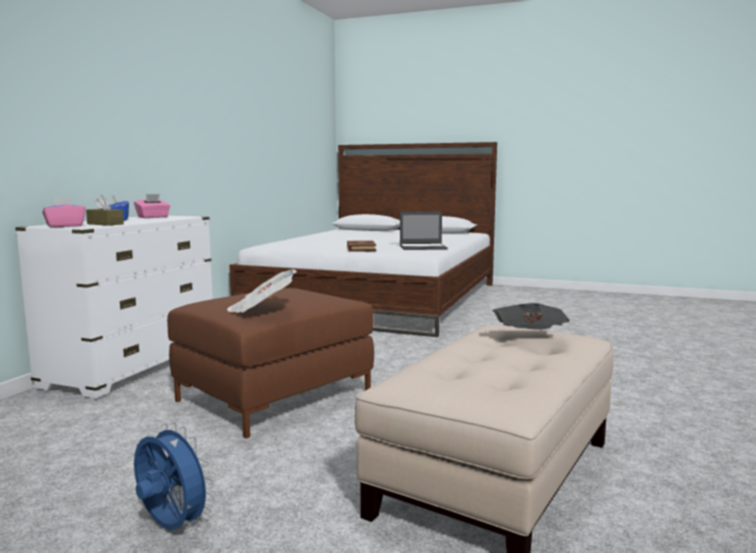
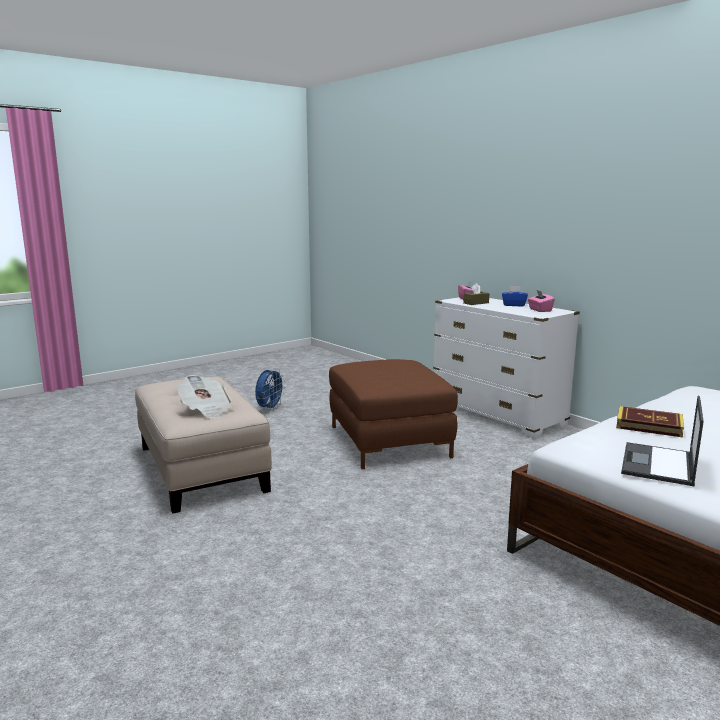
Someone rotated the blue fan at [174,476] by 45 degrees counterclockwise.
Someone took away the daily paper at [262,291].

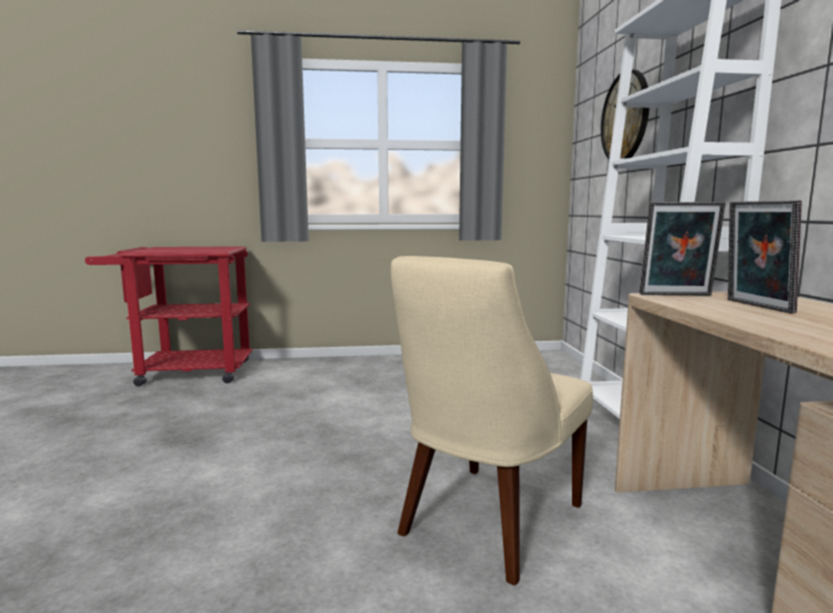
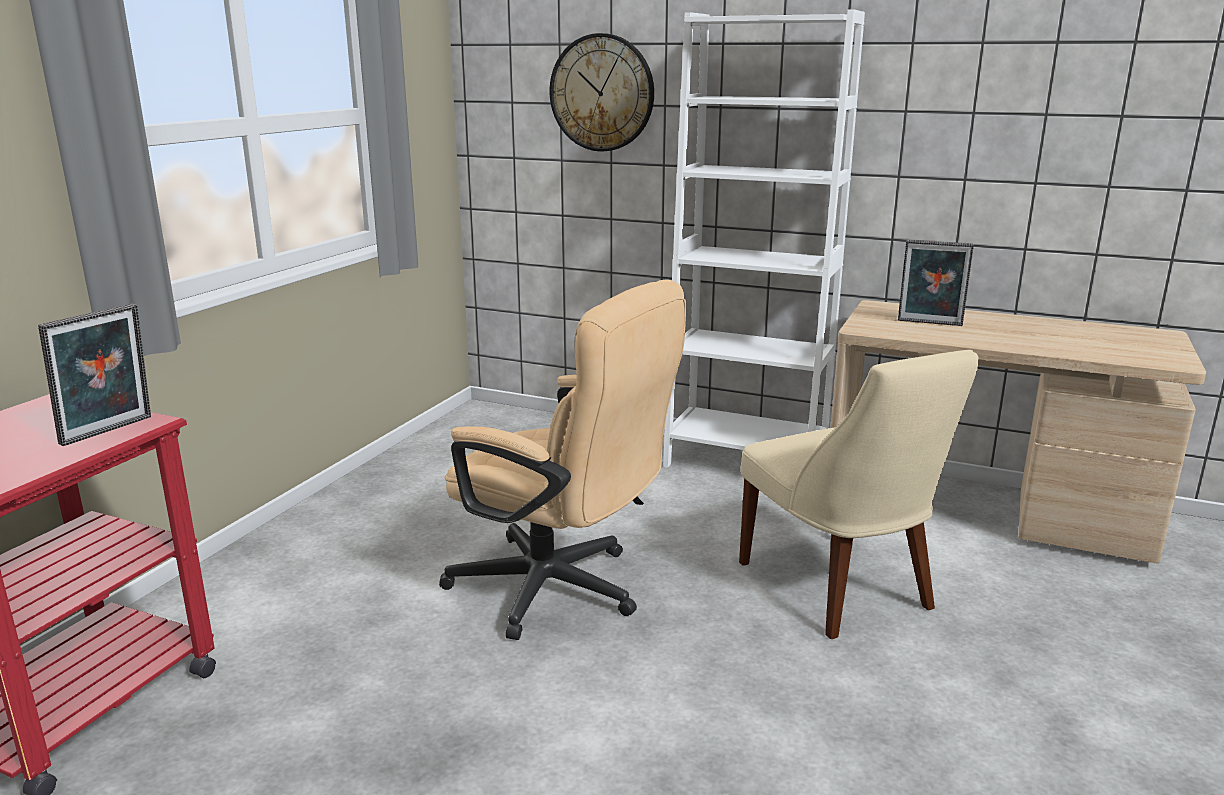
Someone carried the standing frame from [682,248] to [94,375].
Someone put down the beige-coloured office chair at [562,460].

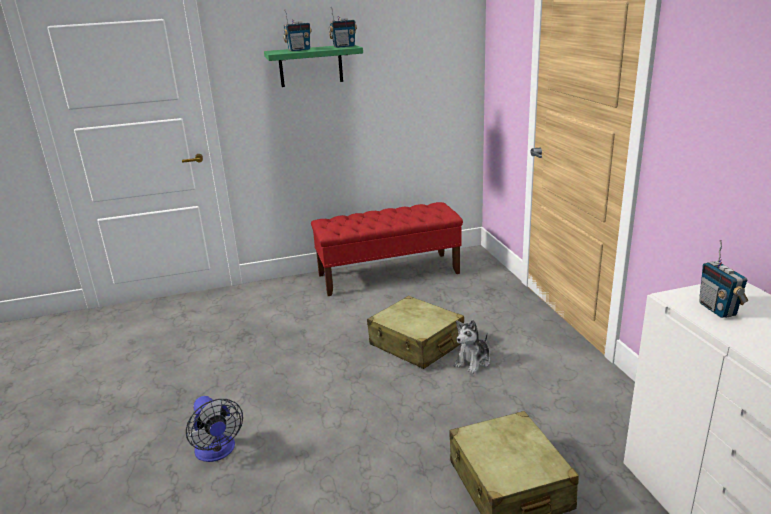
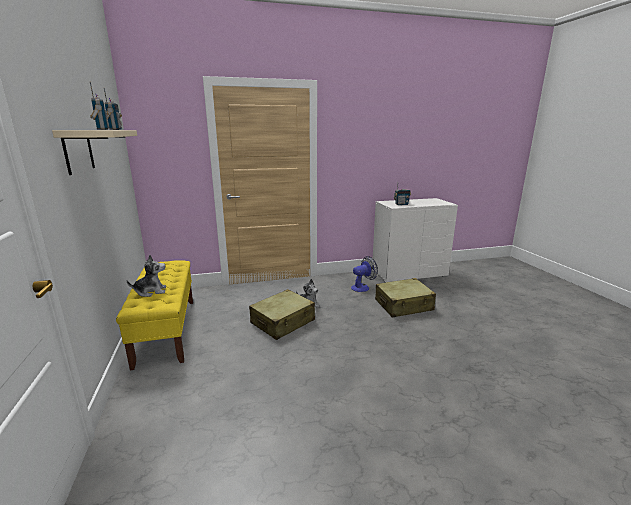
Someone carried the fan from [214,429] to [364,274].
Someone repainted the greenish bracket shelf at [313,66], which became the beige-coloured bracket shelf at [94,152].
Someone repainted the reddish indoor bench at [387,249], which became the yellow-coloured indoor bench at [154,315].
Someone put down the soft toy at [146,276].

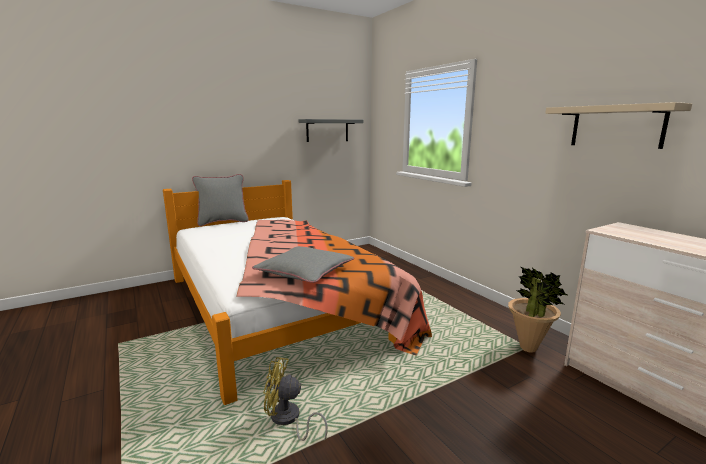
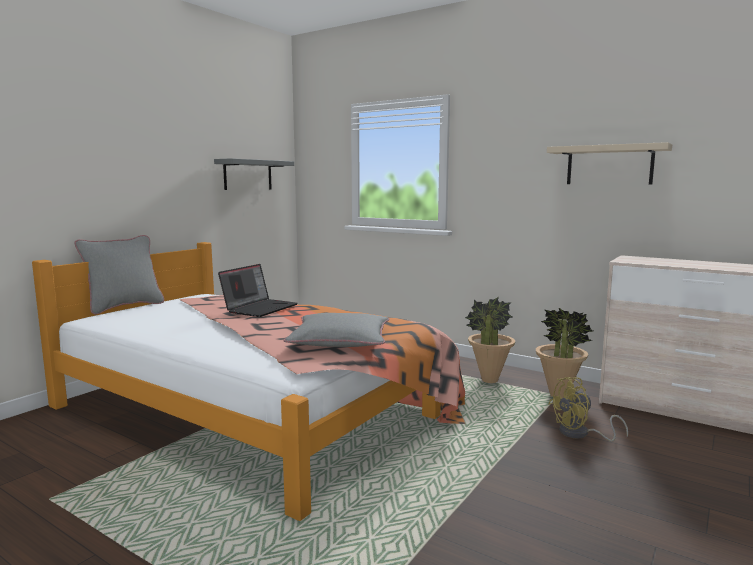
Someone carried the yellow-coloured fan from [295,399] to [588,409].
Someone put down the laptop at [258,290].
Someone put down the plant in a pot at [490,340].

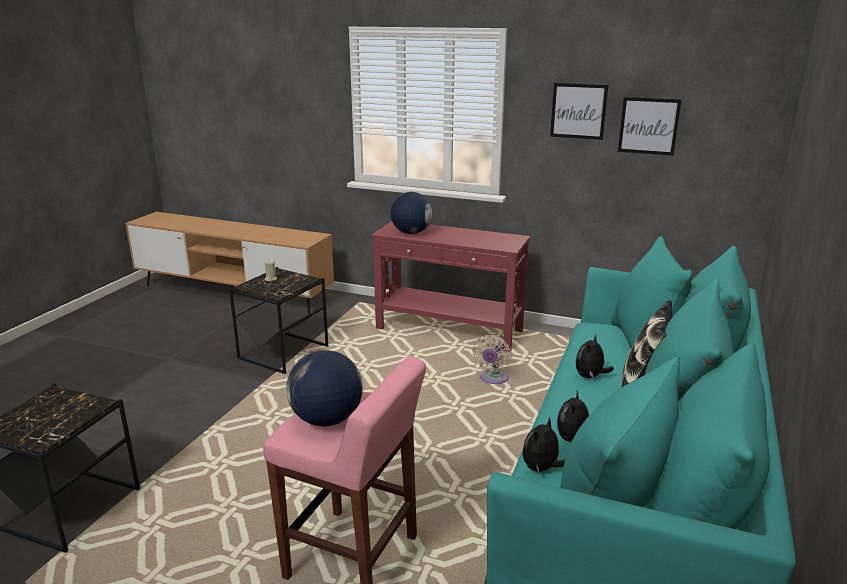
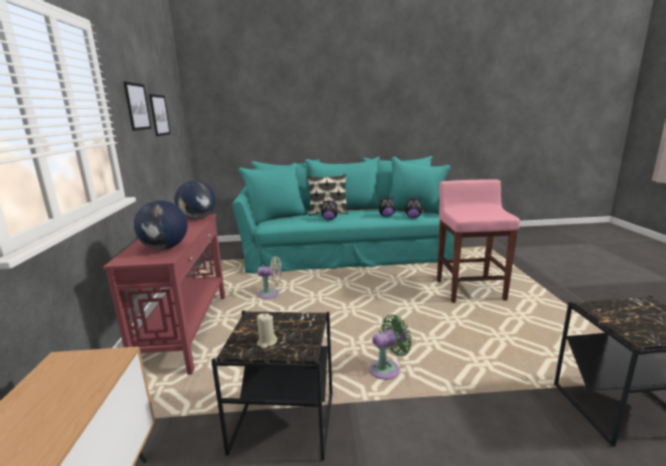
Someone carried the desk globe from [324,388] to [195,200].
Someone put down the greenish fan at [390,347].

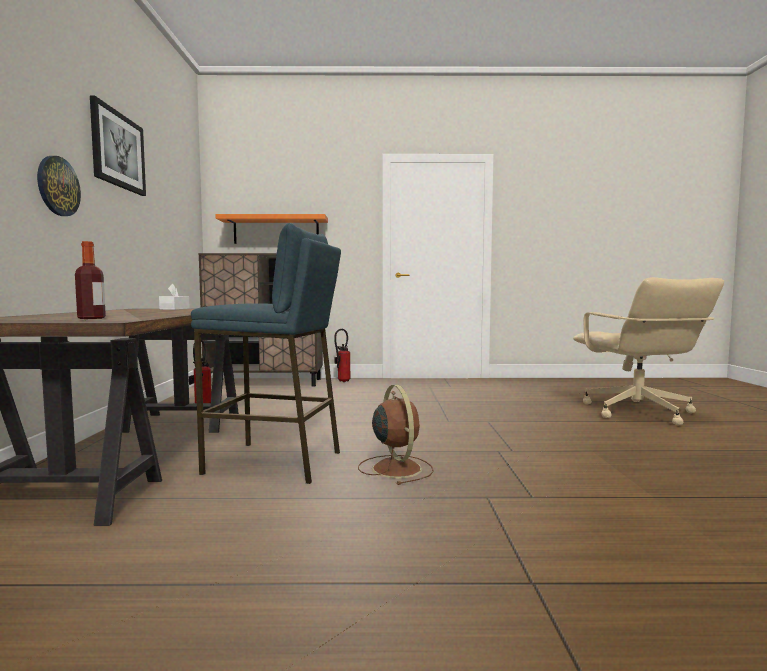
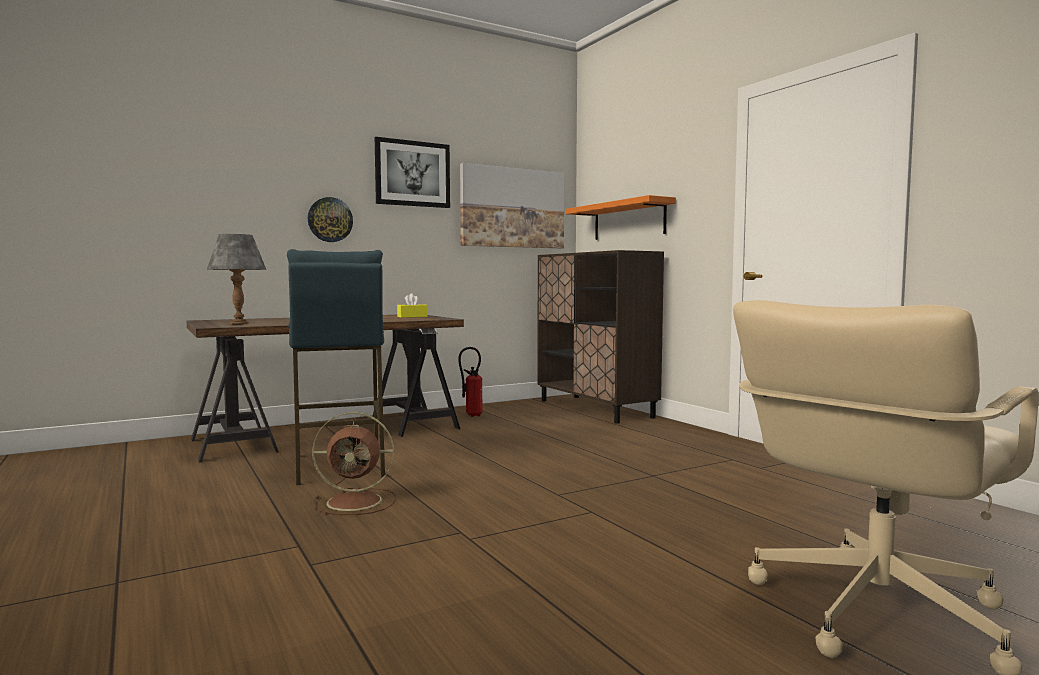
Someone swapped the drink bottle at [90,280] for the gray tabletop lamp at [236,279].
Someone repainted the white-coloured box of tissues at [174,297], which became the yellow-coloured box of tissues at [412,305].
Someone took away the extinguisher at [342,355].
Someone rotated the brownish fan at [396,435] by 45 degrees clockwise.
Someone put up the wall art at [512,205].

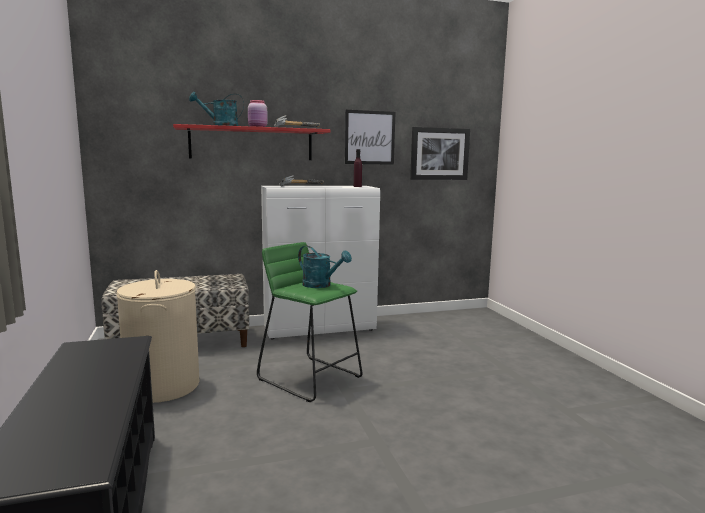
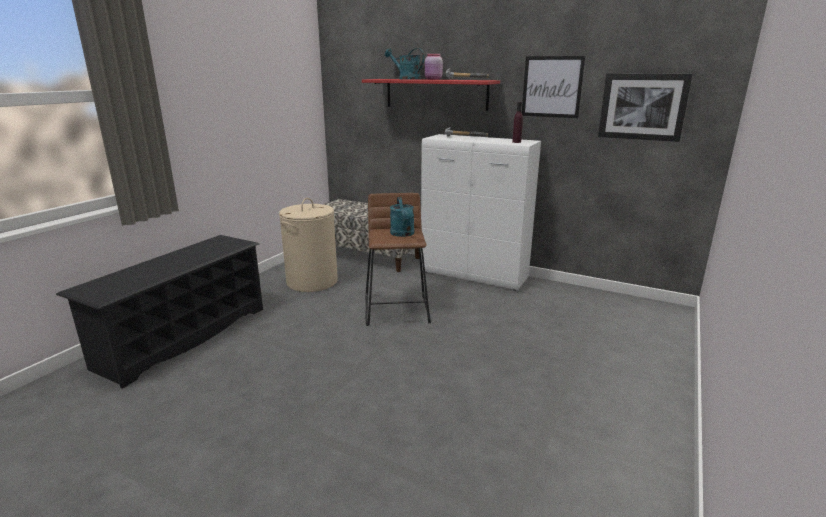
Someone repainted the greenish stool at [310,322], which became the brownish stool at [398,259].

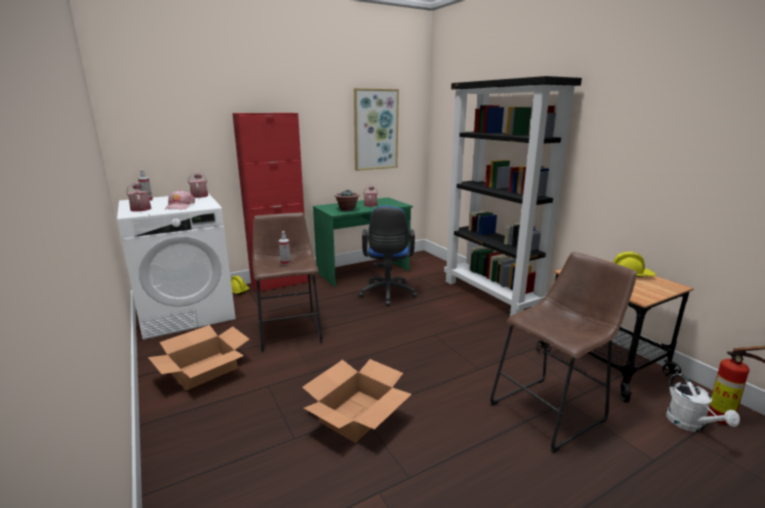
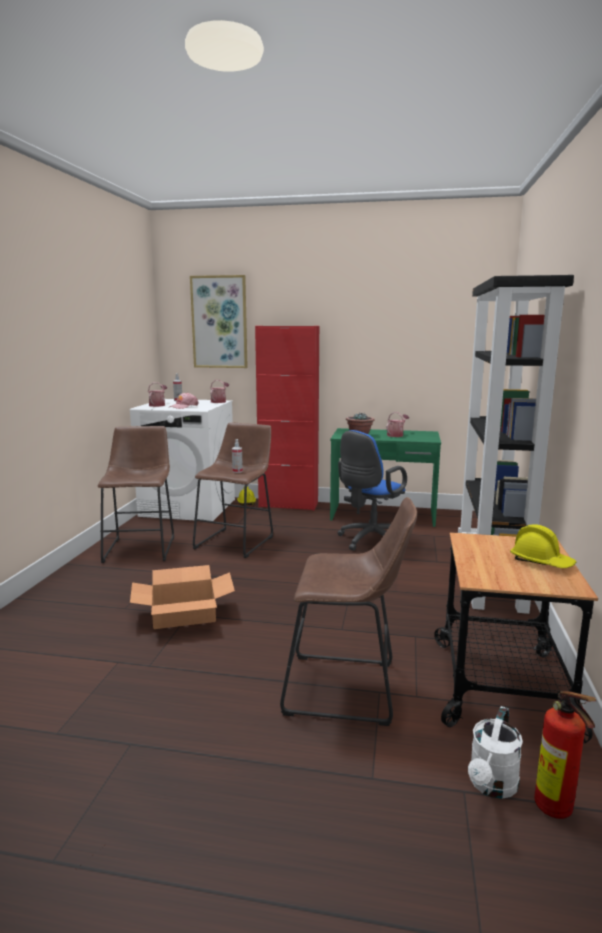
Someone swapped the cardboard box at [199,358] for the brownish stool at [136,494].
Someone carried the wall art from [376,129] to [219,321].

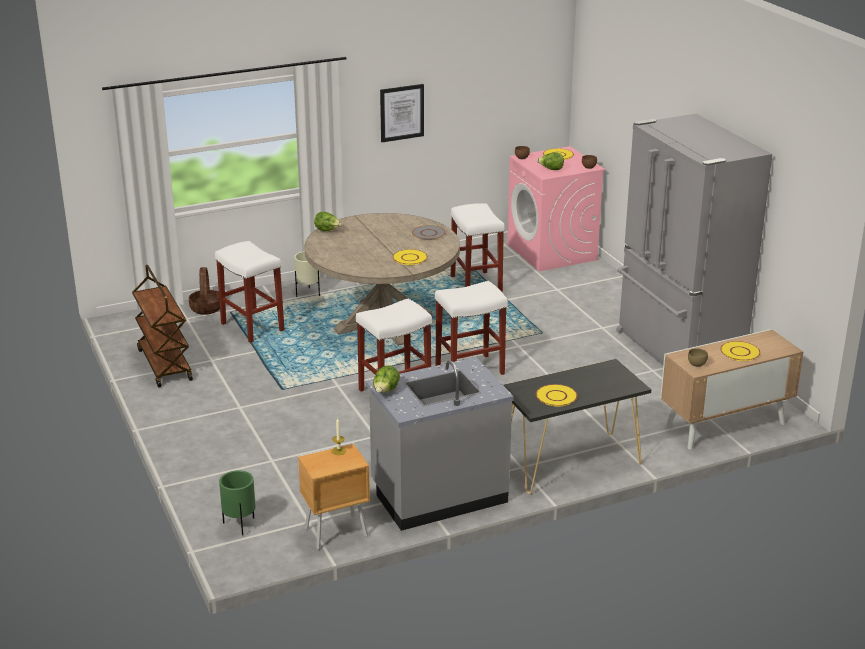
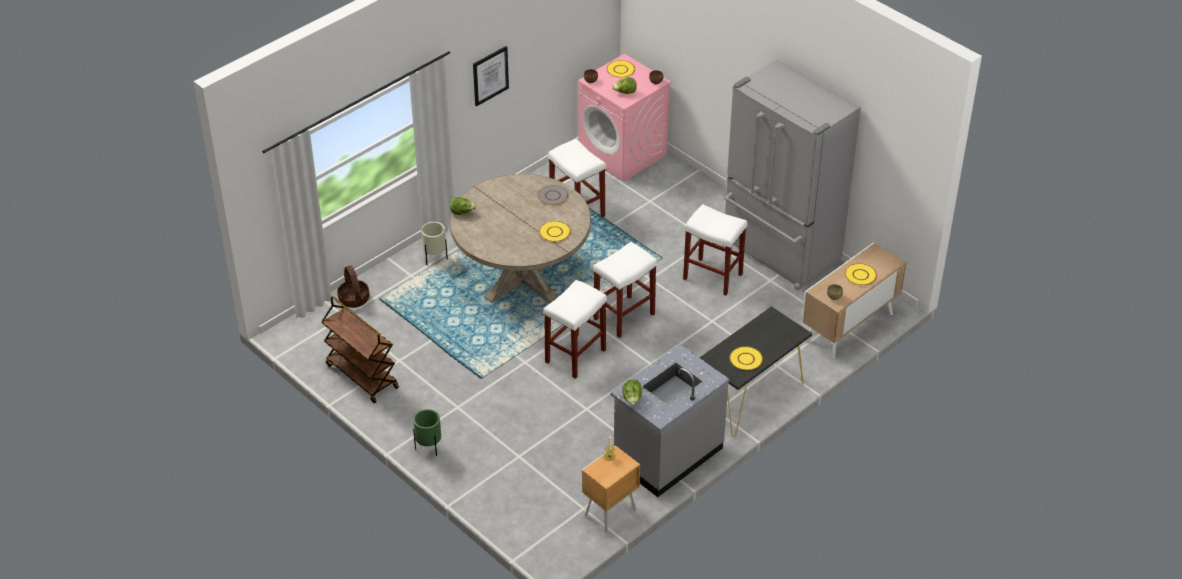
Someone carried the white-coloured stool from [250,292] to [715,250].
Someone carried the greenish planter from [237,502] to [427,432].

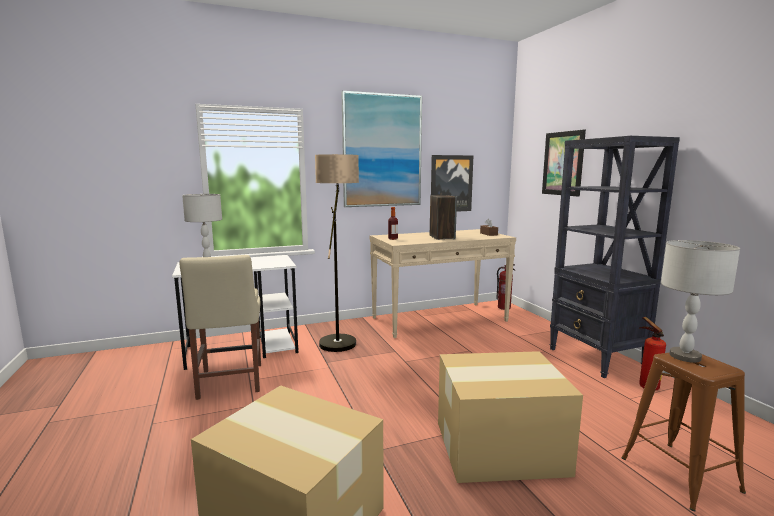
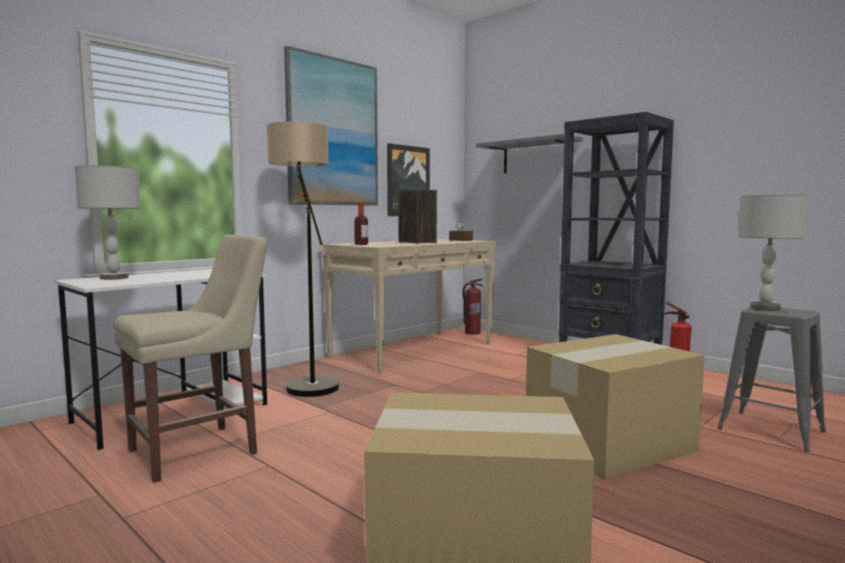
Someone rotated the beige-coloured upright chair at [220,327] by 90 degrees counterclockwise.
Someone swapped the wall art at [564,163] for the gray bracket shelf at [529,153].
Someone repainted the brownish stool at [683,431], which became the gray stool at [771,380].

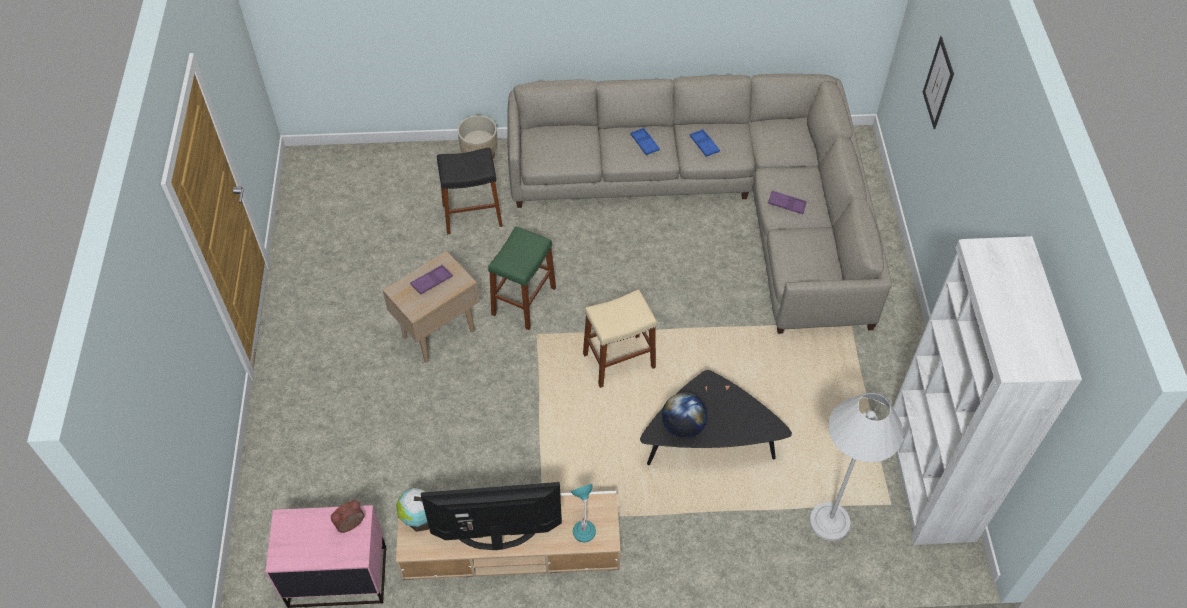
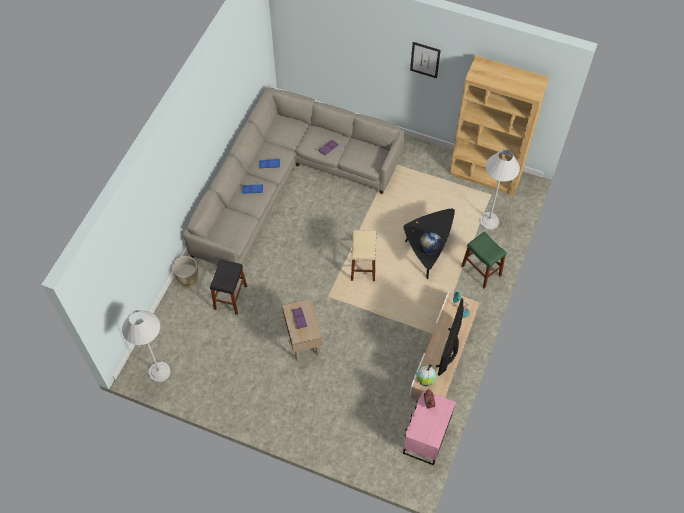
Someone carried the greenish stool from [522,278] to [484,260].
Someone repainted the white-coloured bookshelf at [987,390], which became the brownish bookshelf at [499,126].
Someone carried the wall art from [938,82] to [425,60].
Someone put down the white-coloured standard lamp at [146,346].

